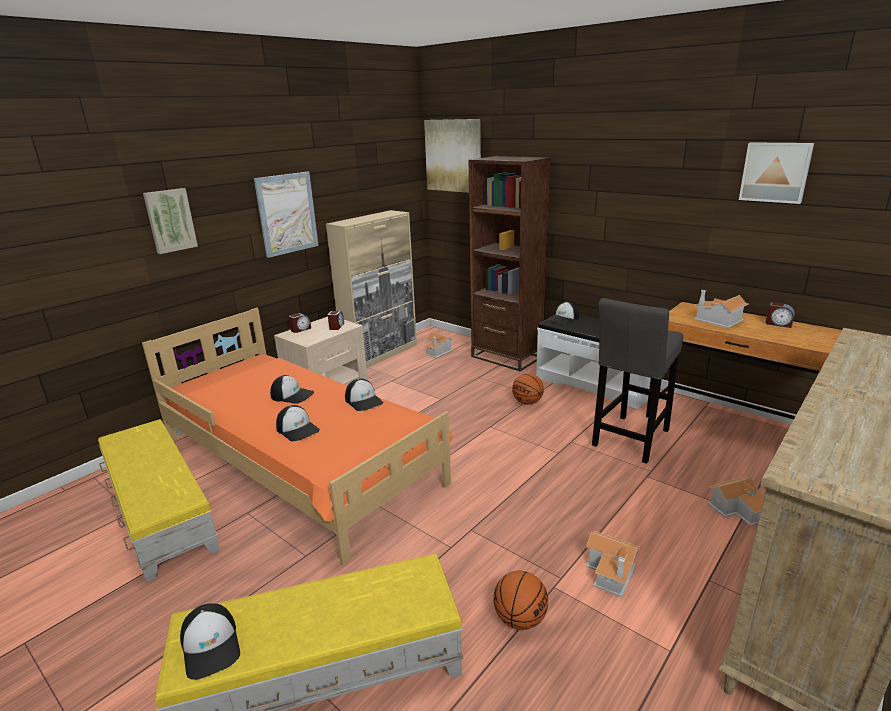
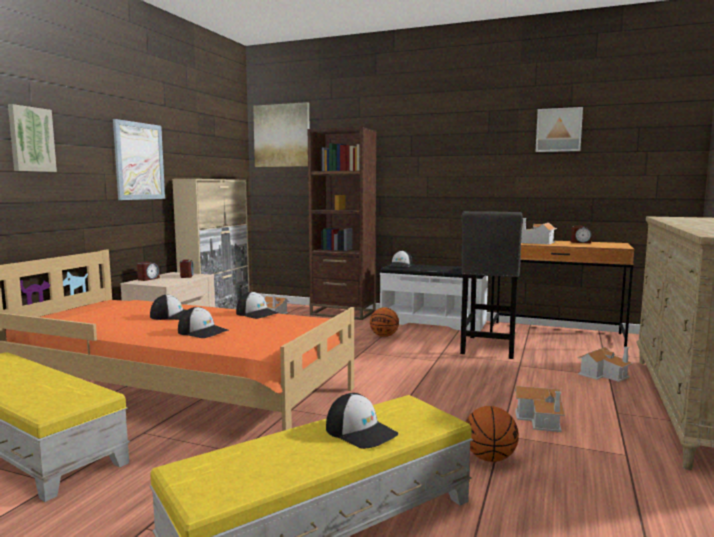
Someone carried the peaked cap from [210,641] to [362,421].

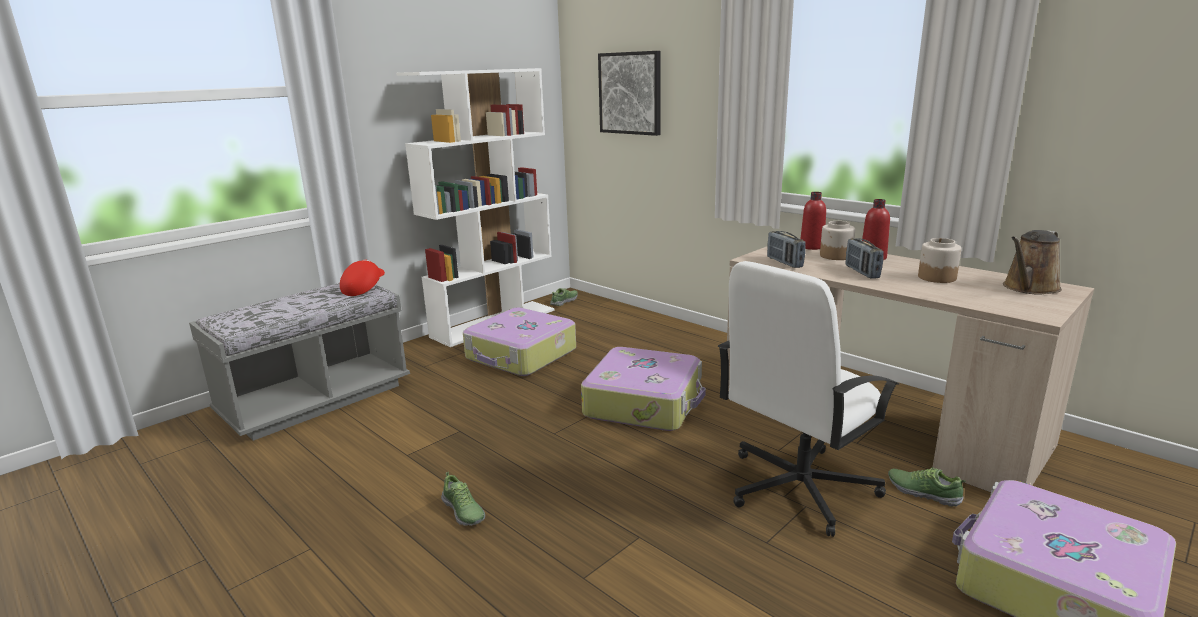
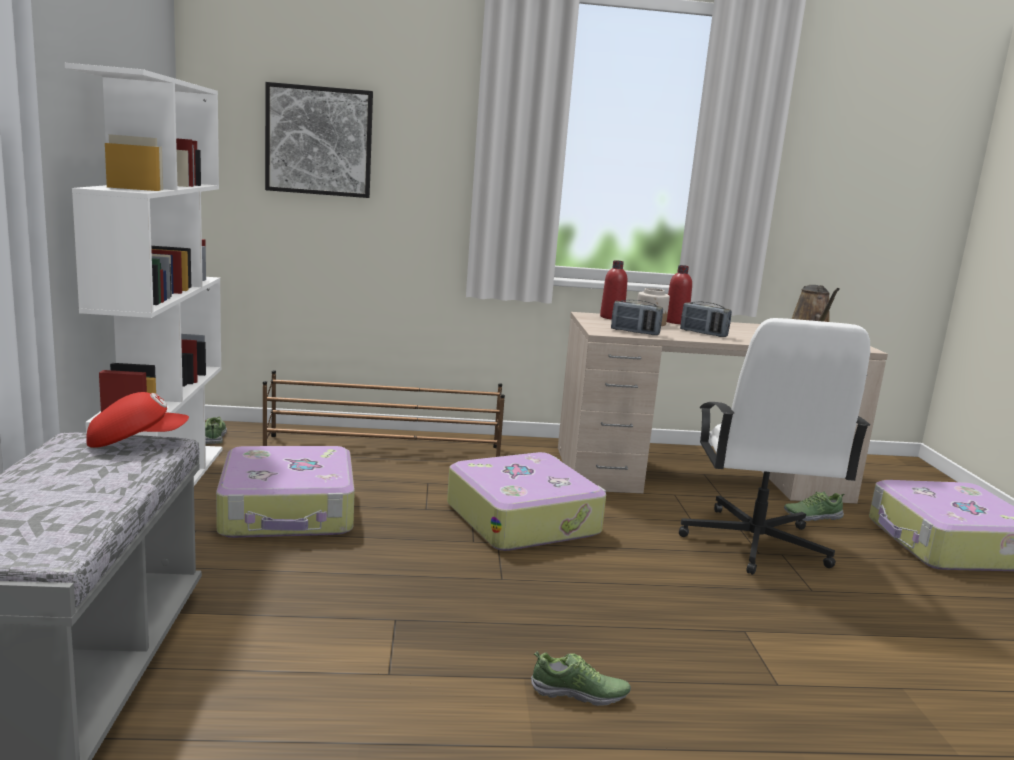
Someone rotated the reddish peaked cap at [362,278] by 105 degrees clockwise.
Someone took away the preserve jar at [940,260].
Someone put down the brownish shoe stand at [384,413].

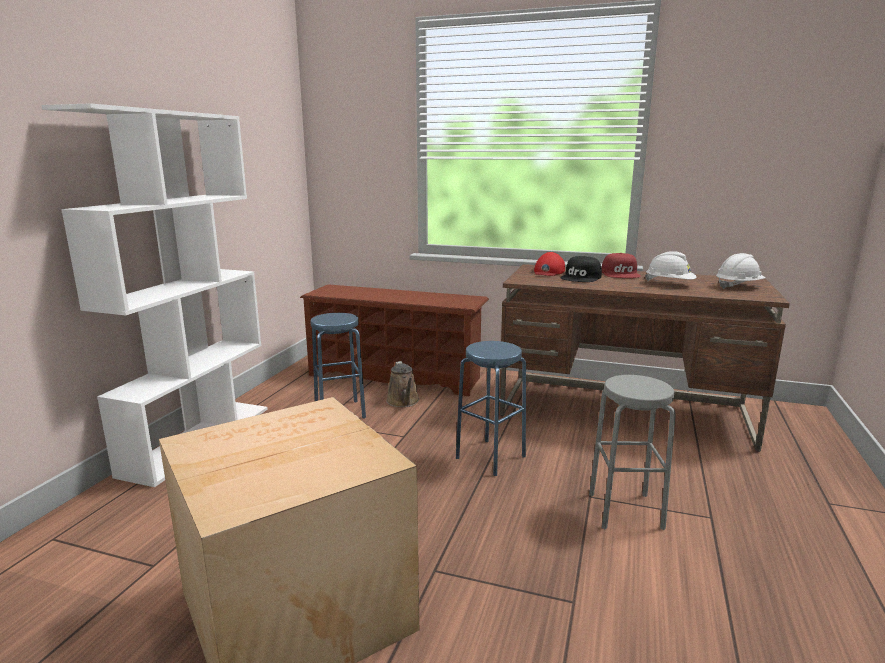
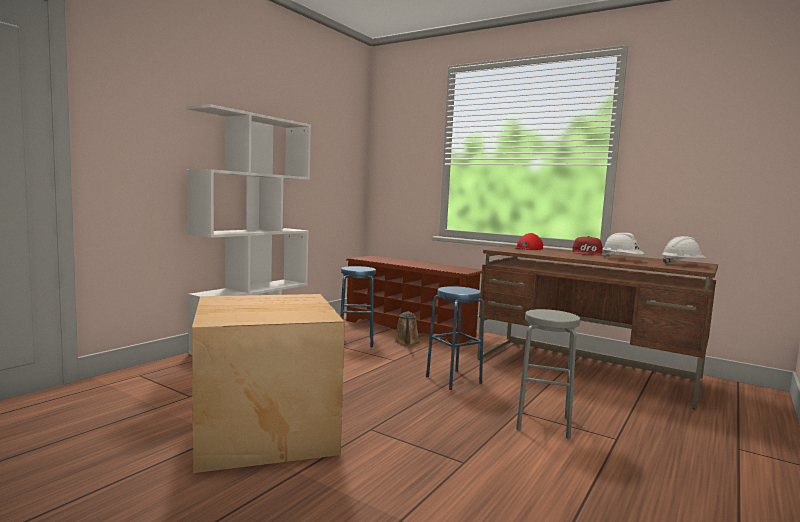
Someone took away the black peaked cap at [581,269].

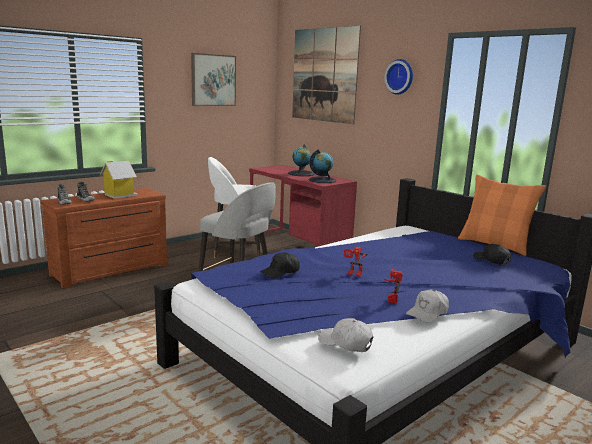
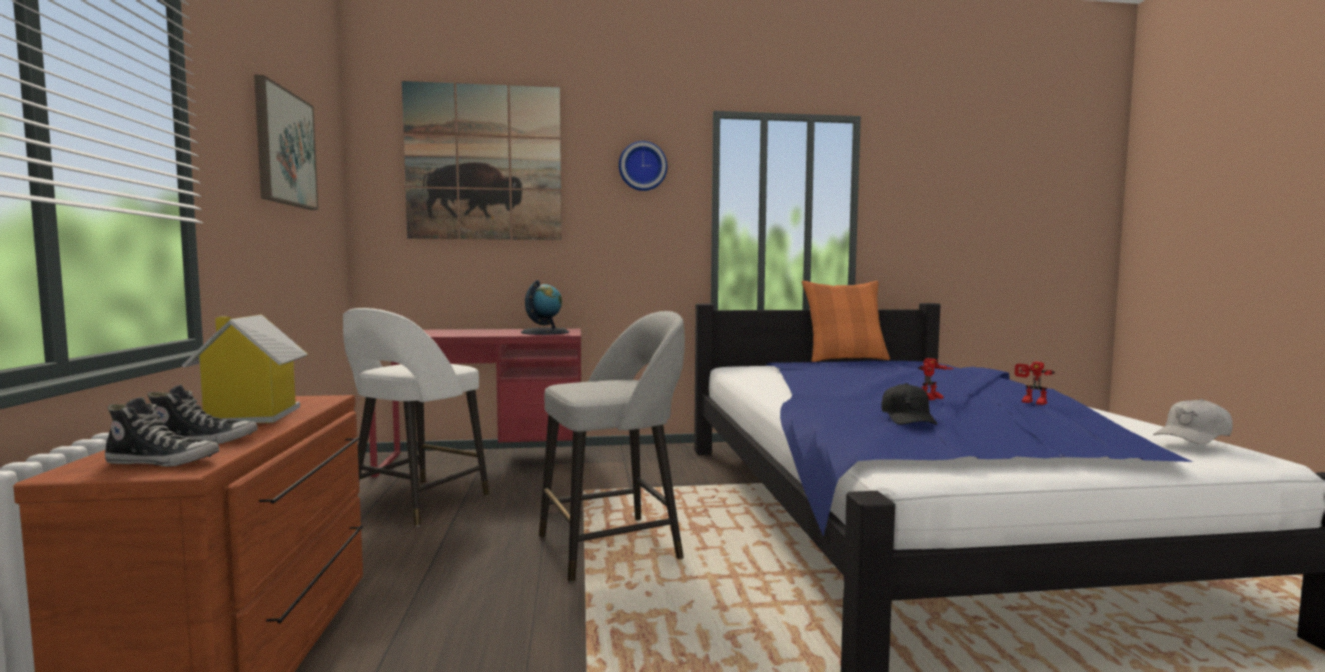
Someone took away the desk globe at [301,160].
Someone took away the white-coloured peaked cap at [427,306].
Someone took away the black peaked cap at [492,254].

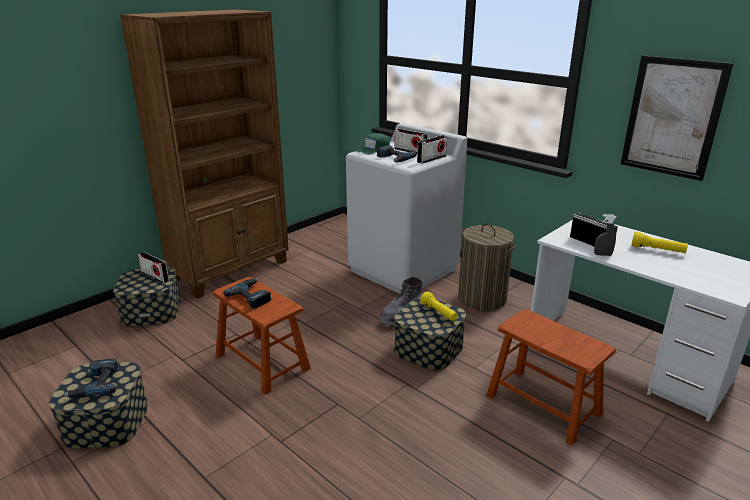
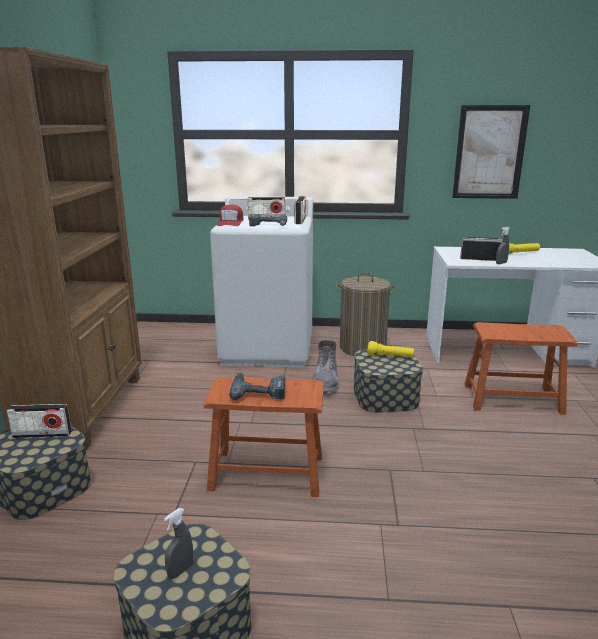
Someone swapped the drill at [90,378] for the gray sprayer at [178,543].
Someone repainted the greenish peaked cap at [373,144], which became the reddish peaked cap at [230,215].

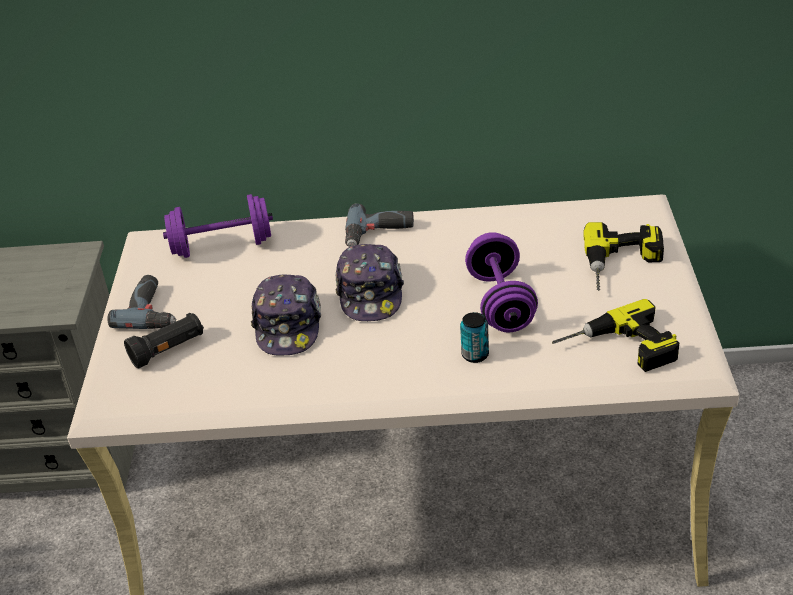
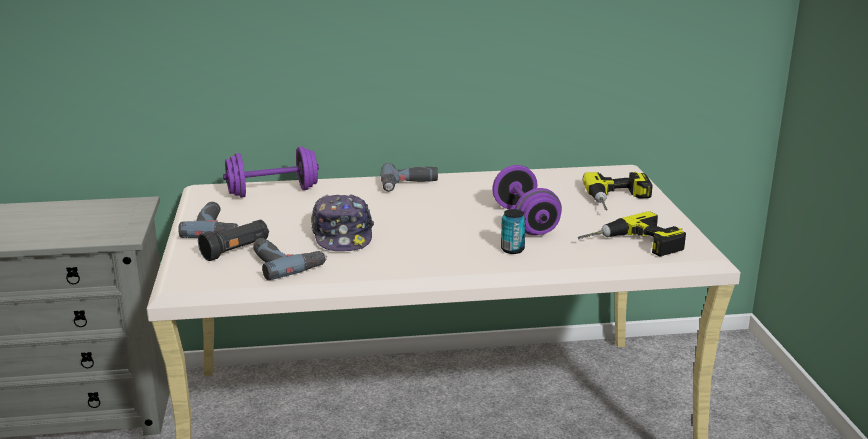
Someone took away the peaked cap at [370,282].
Someone put down the drill at [290,259].

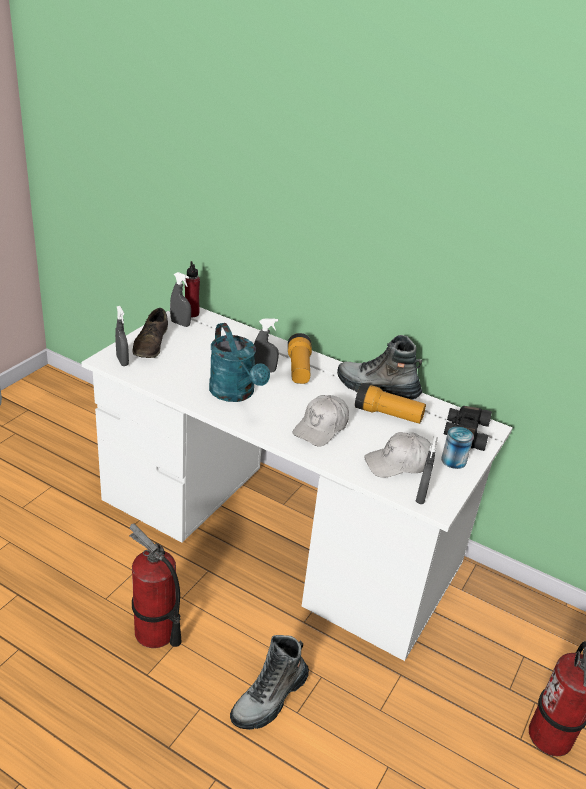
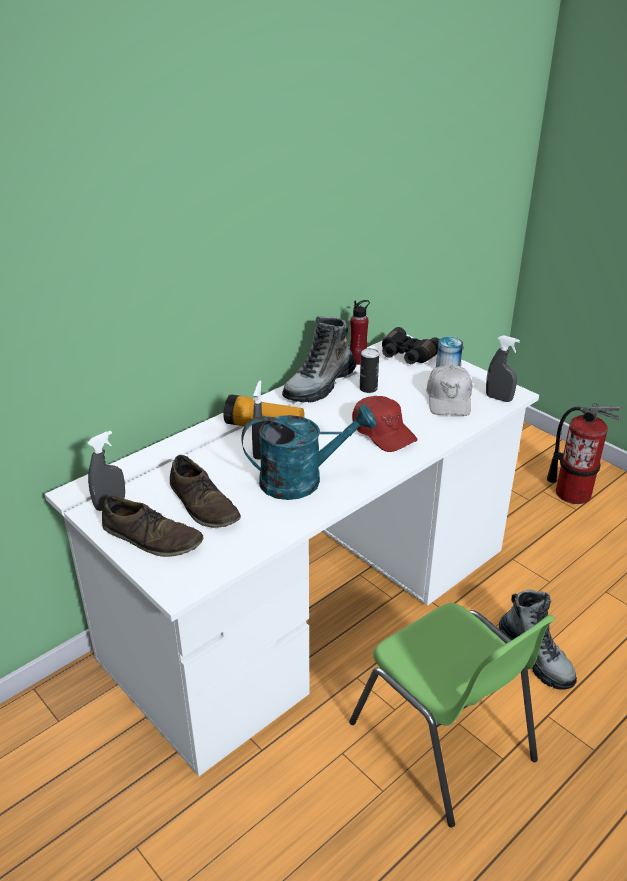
Someone took away the gray sprayer at [122,336].
Someone swapped the extinguisher at [155,585] for the greenish upright chair at [452,715].
Someone carried the reddish drink bottle from [192,289] to [360,332].
Someone repainted the white-coloured peaked cap at [321,421], which became the reddish peaked cap at [384,424].
Someone swapped the torch at [390,403] for the metal can at [369,370].
Someone put down the brownish item of footwear at [205,491].

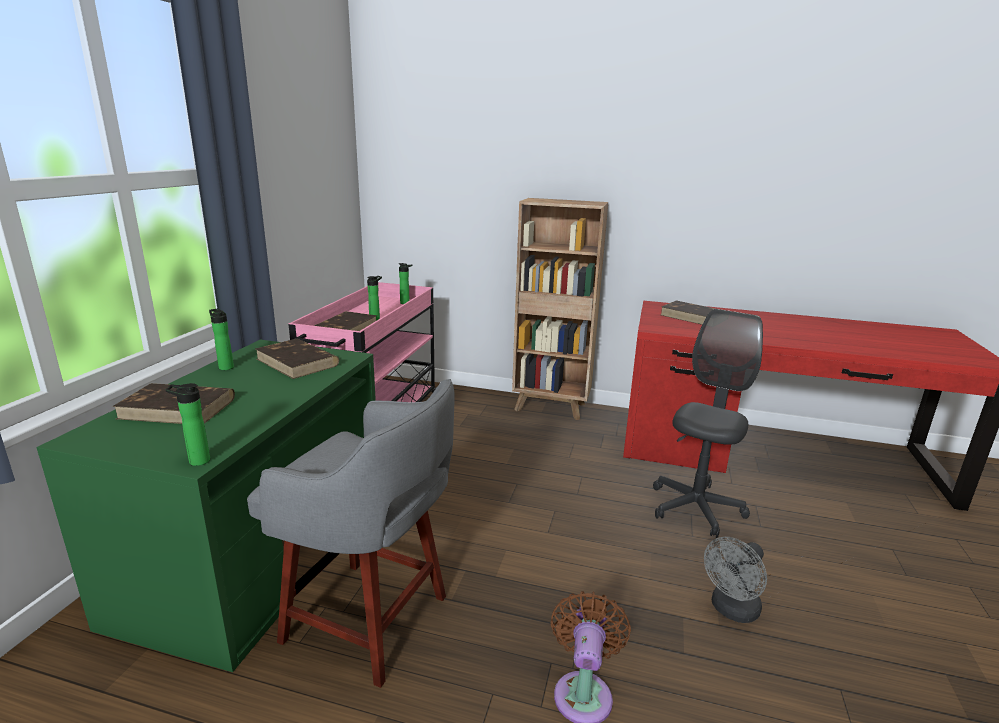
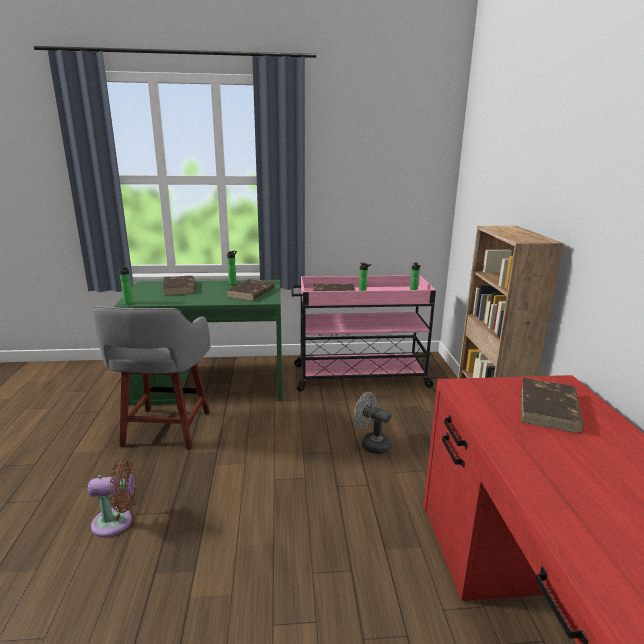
Someone took away the gray office chair at [708,423].
Someone carried the gray fan from [735,580] to [373,423].

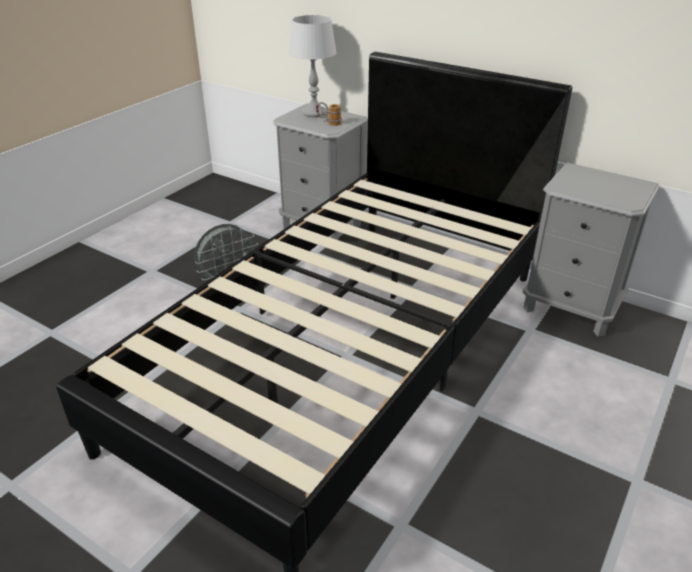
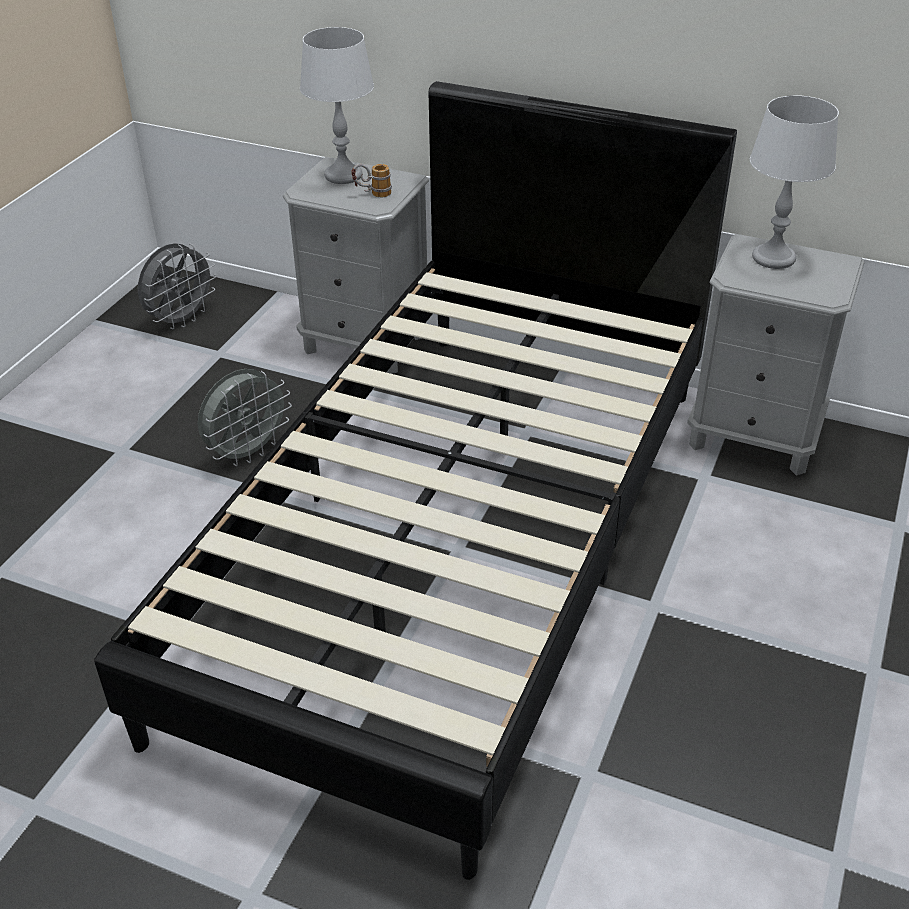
Someone put down the gray fan at [177,286].
Someone put down the gray tabletop lamp at [794,182].

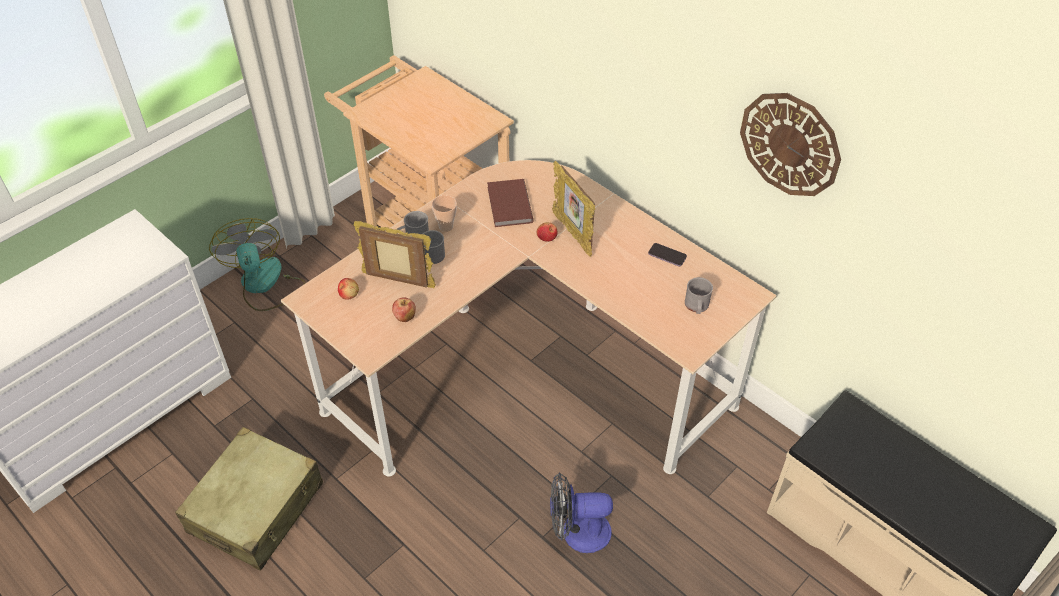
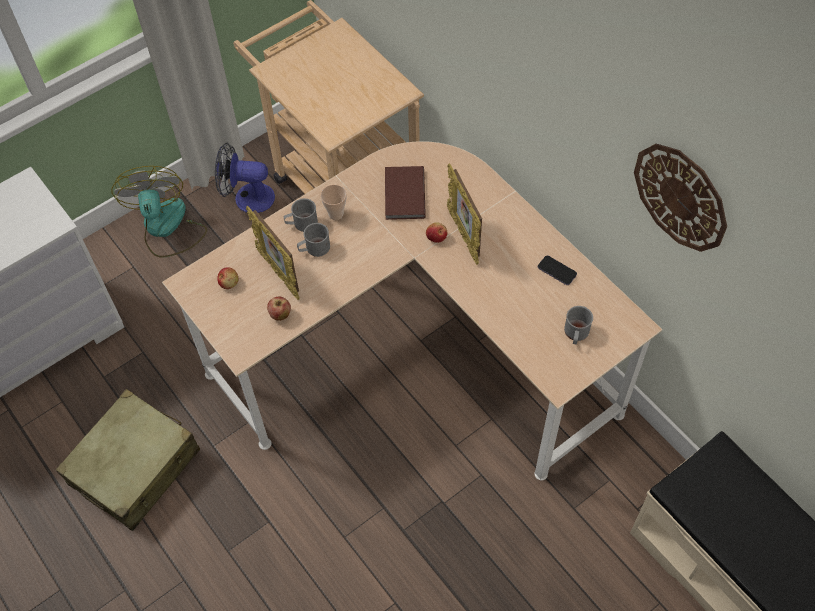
Someone rotated the standing frame at [395,254] by 150 degrees counterclockwise.
Someone carried the fan from [581,512] to [245,178].

